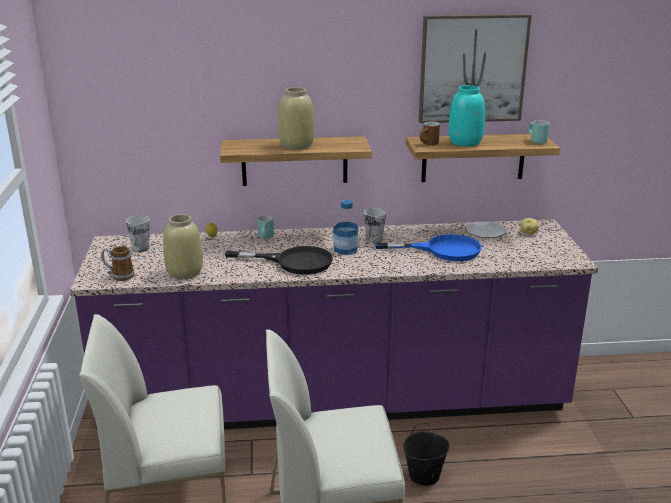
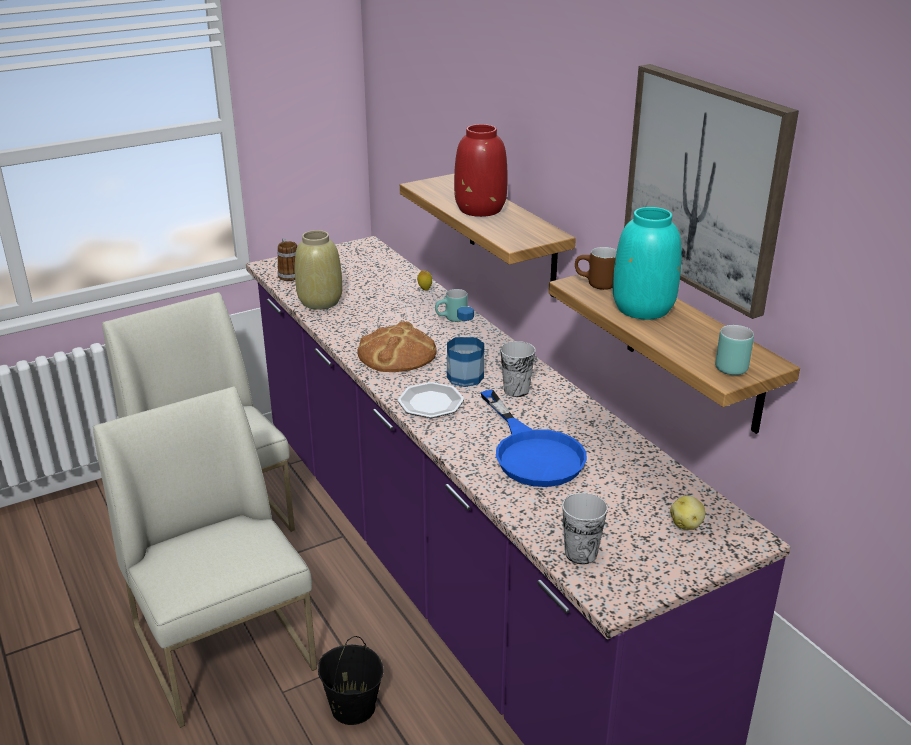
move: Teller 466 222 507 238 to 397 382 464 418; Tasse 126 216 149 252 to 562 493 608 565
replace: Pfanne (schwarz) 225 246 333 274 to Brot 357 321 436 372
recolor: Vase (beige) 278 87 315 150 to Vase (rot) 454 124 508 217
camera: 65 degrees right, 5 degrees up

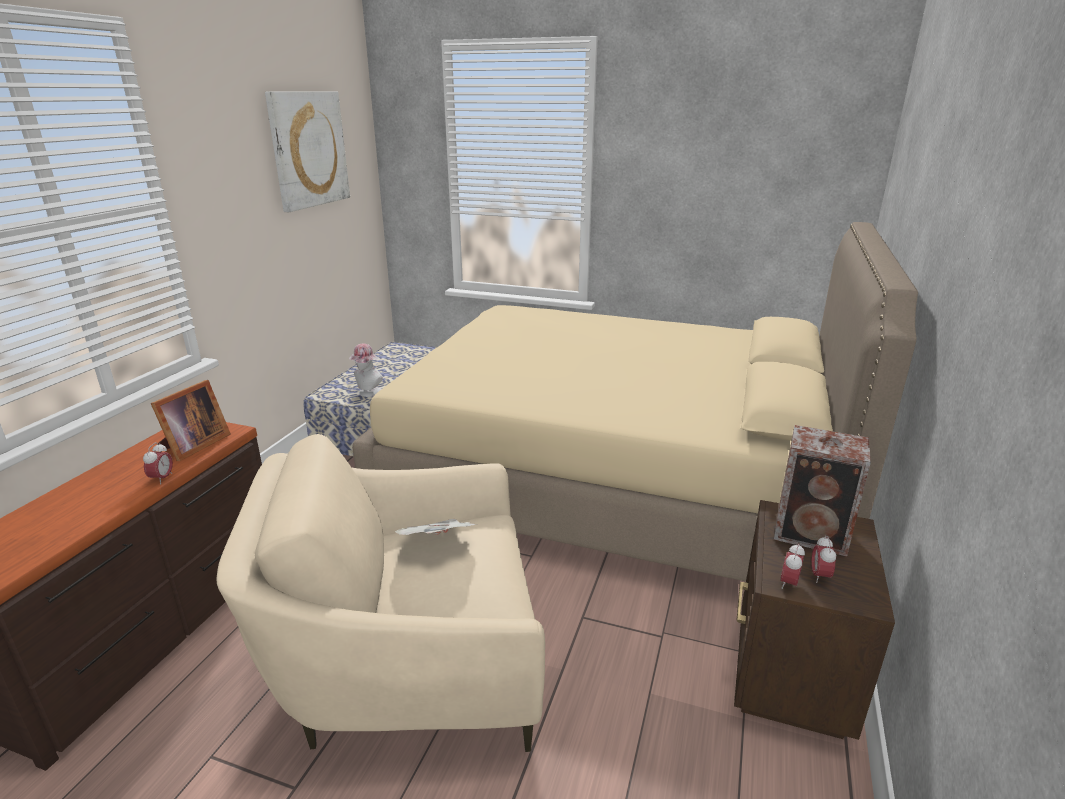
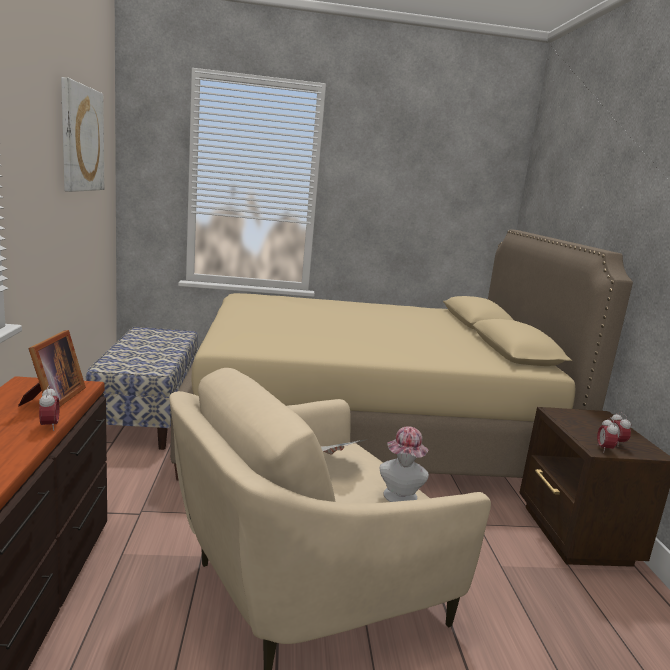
delete: Lautsprecher 774 425 871 556
move: Hut 349 343 383 397 to 380 426 429 502
camera: 25 degrees left, 10 degrees down

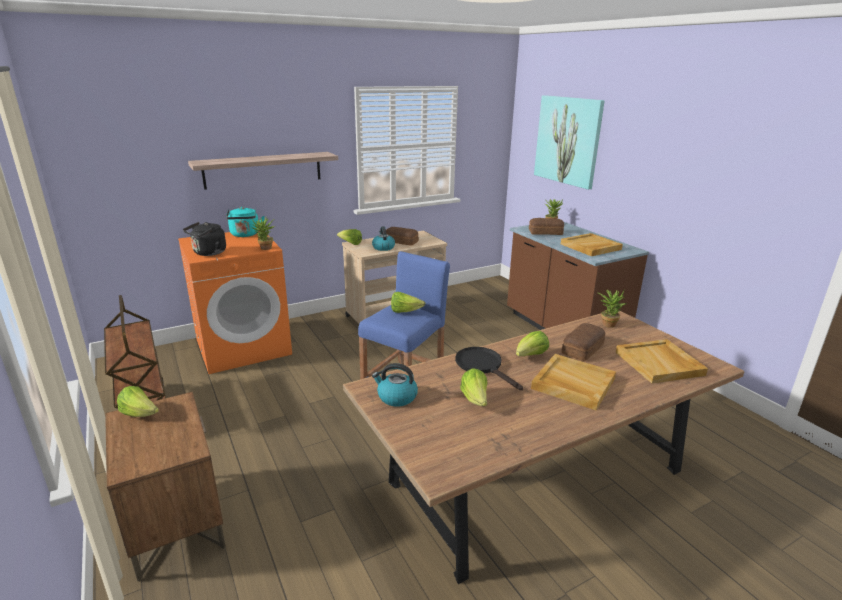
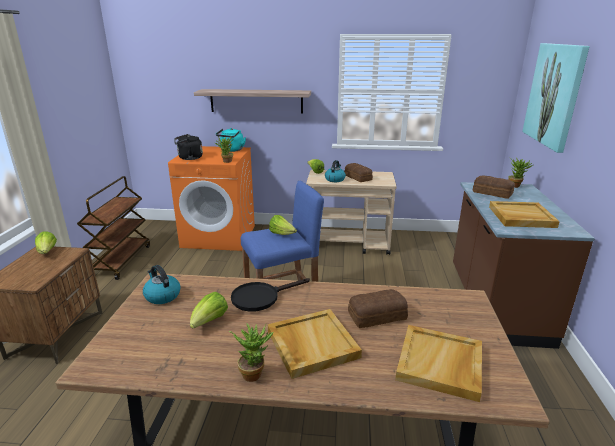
delete: Salatkopf 516 331 549 356
move: Topfpflanze 598 289 627 328 to 229 323 274 382
rotate: Pfanne (schwarz) 455 347 523 390 = 231 278 310 312 120 degrees counterclockwise
camera: 35 degrees right, 0 degrees up

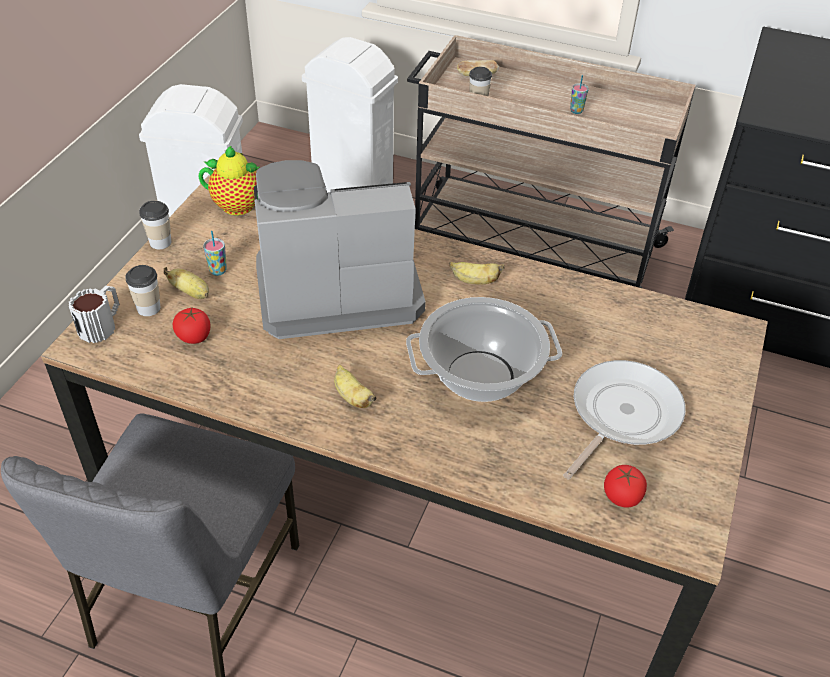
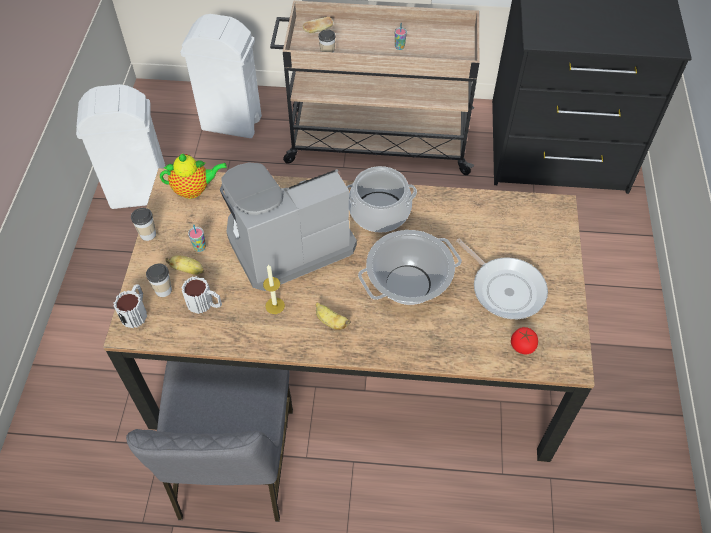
insert: Kerze 263 264 285 314
replace: Tomate 173 308 211 344 to Henkelbecher 182 276 222 314; Banane 449 262 504 285 to Kochtopf 347 166 417 233
rotate: Pfanne 563 360 686 479 = 456 239 548 319 120 degrees clockwise
camera: 15 degrees left, 10 degrees up

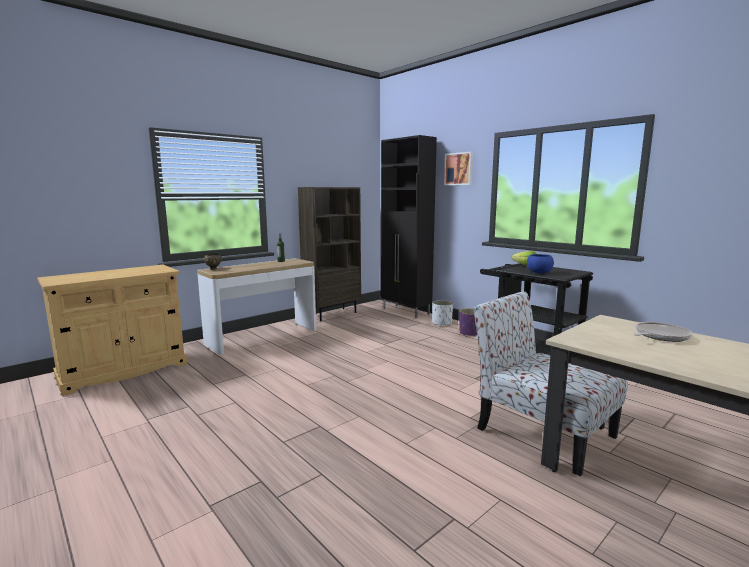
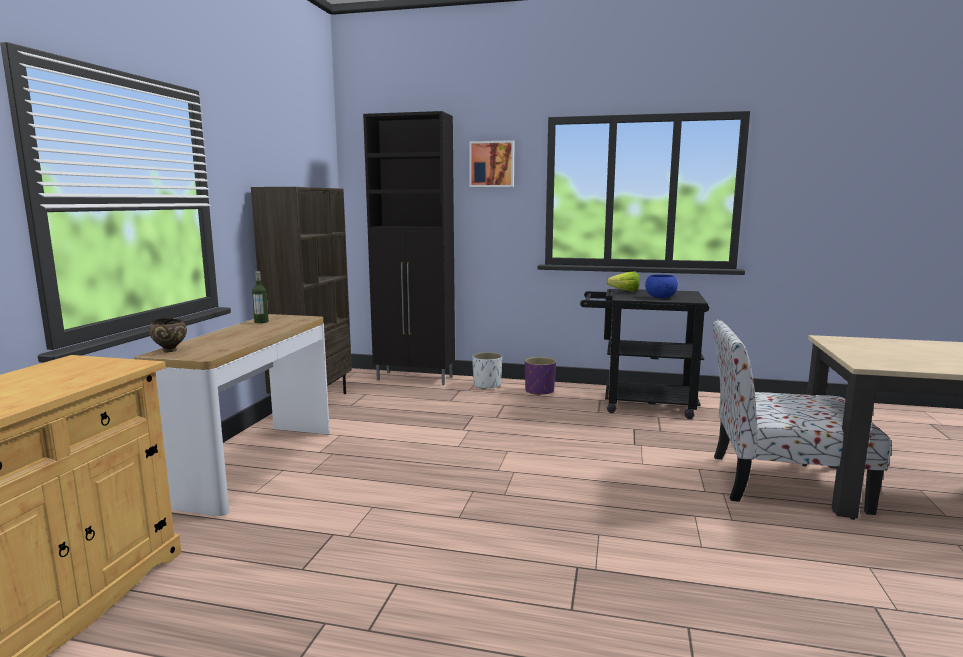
delete: Pfanne 634 322 693 342
camera: 35 degrees left, 0 degrees up

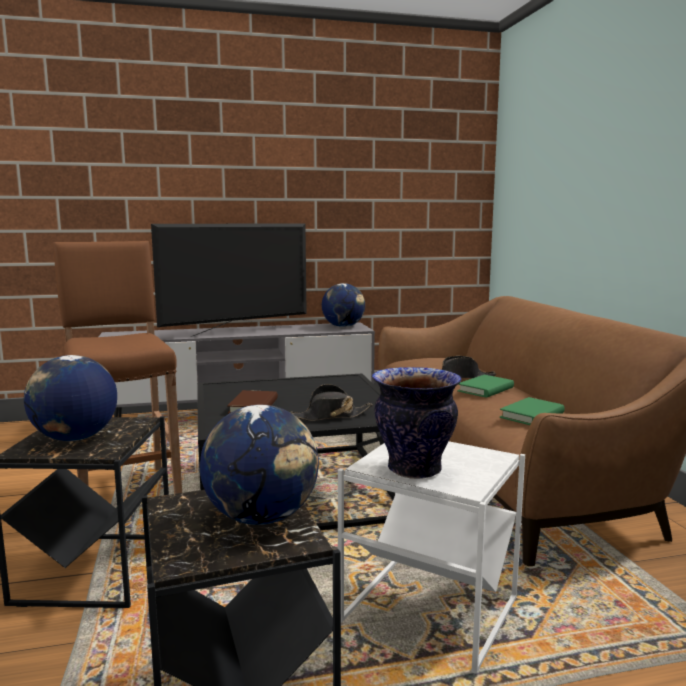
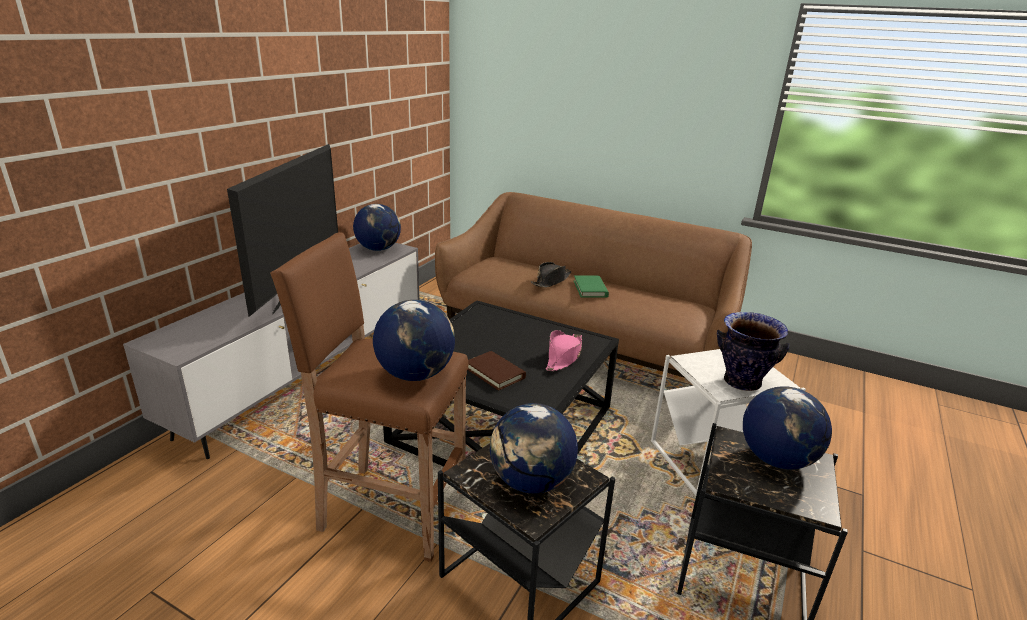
delete: Buch (grün) 500 397 565 425
insert: Globus 373 300 455 381
recolor: Hut (schwarz) 290 384 373 421 to Hut (rosa) 546 330 582 371
camera: 50 degrees left, 15 degrees up

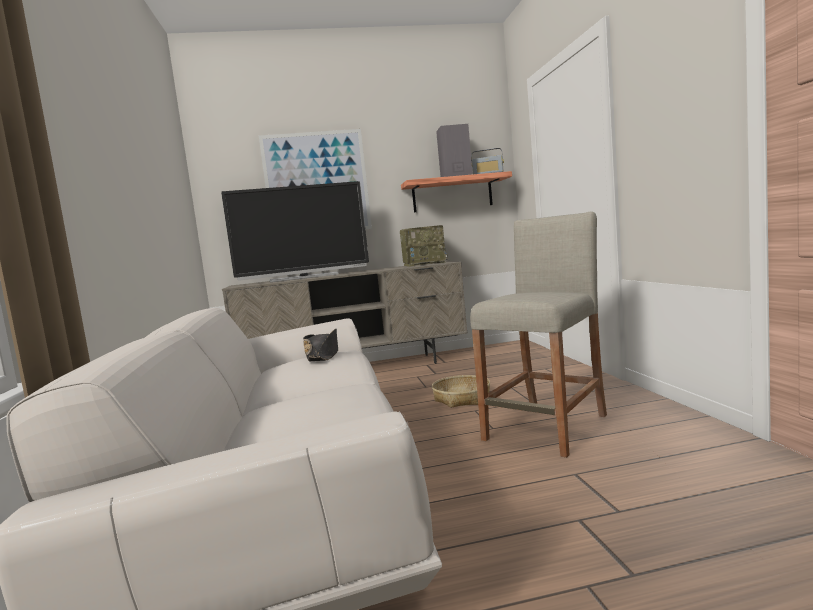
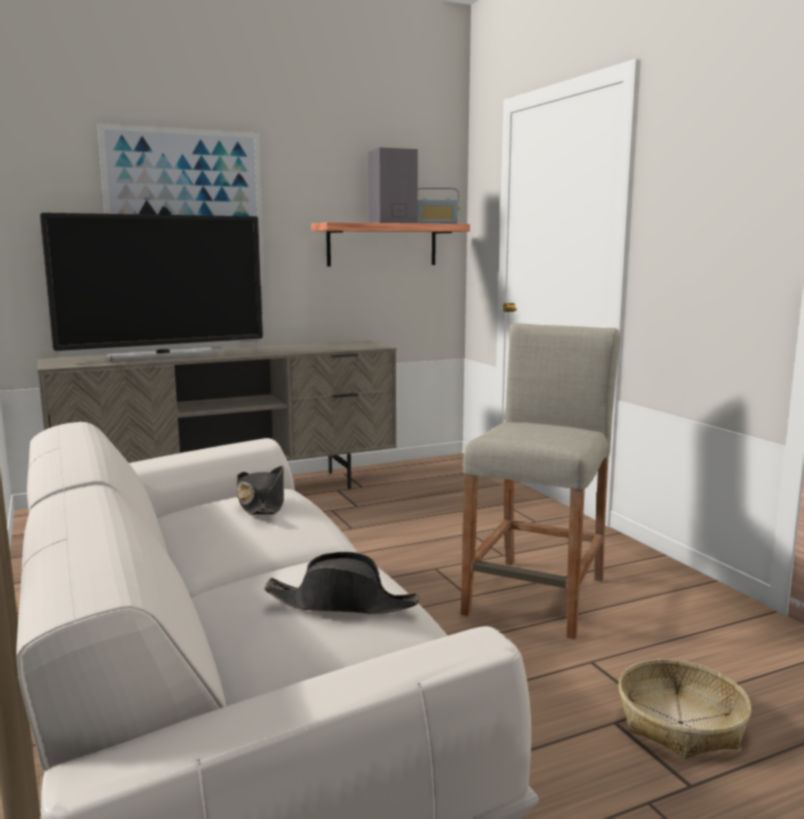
delete: Radio 400 225 448 267
insert: Hut (schwarz) 264 552 420 614
move: Korb 432 375 490 408 to 618 659 752 759
camera: 15 degrees left, 5 degrees up

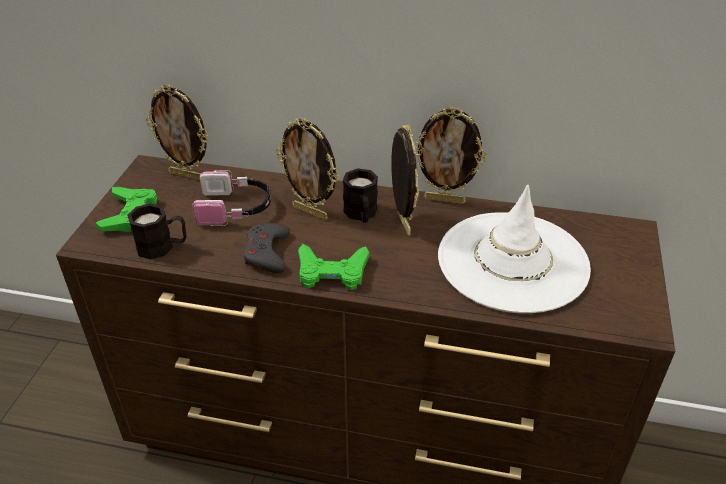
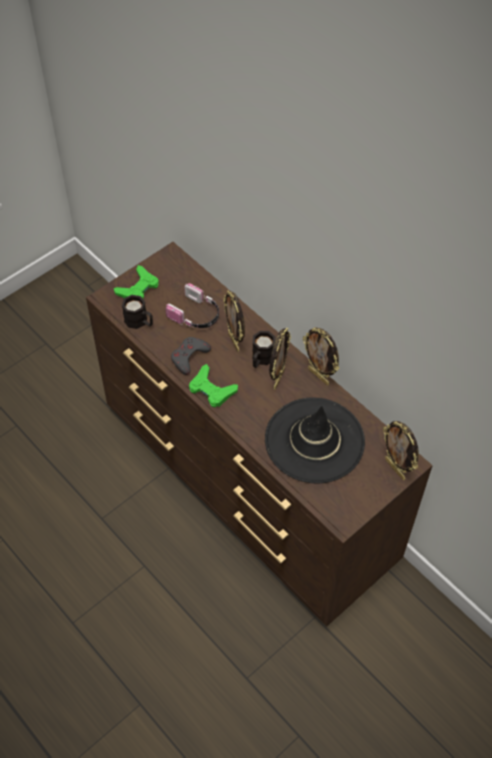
move: Bilderrahmen 146 85 208 181 to 383 421 419 480
recolor: Hut (weiß) 438 185 591 313 to Hut (schwarz) 265 397 365 484
camera: 35 degrees right, 15 degrees up

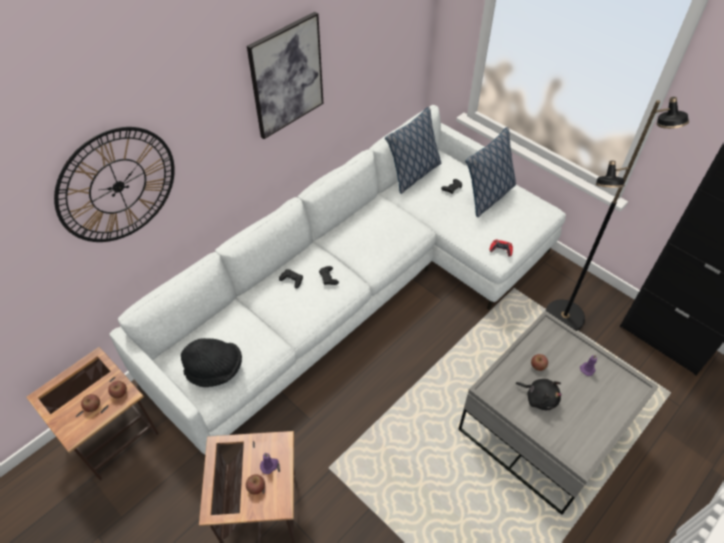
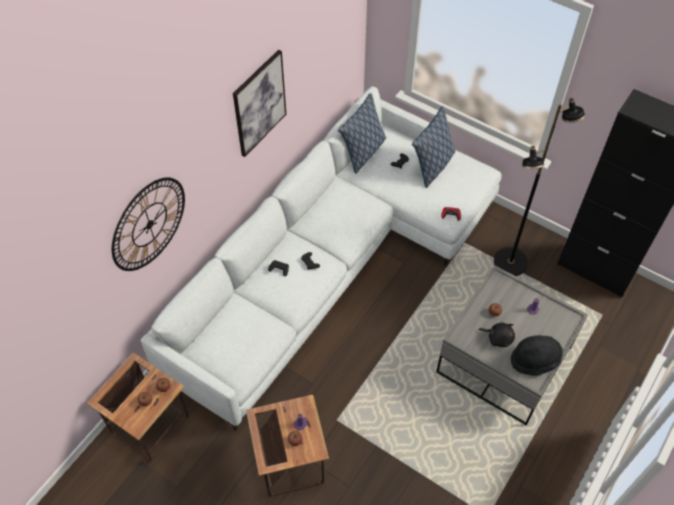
move: Hut (schwarz) 181 338 242 387 to 511 335 563 376
camera: 10 degrees left, 5 degrees up

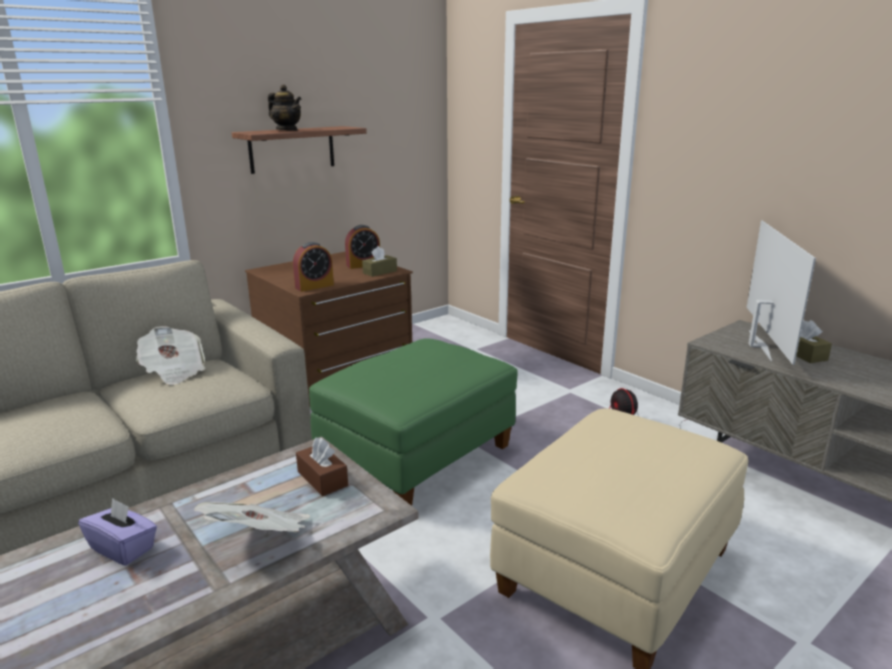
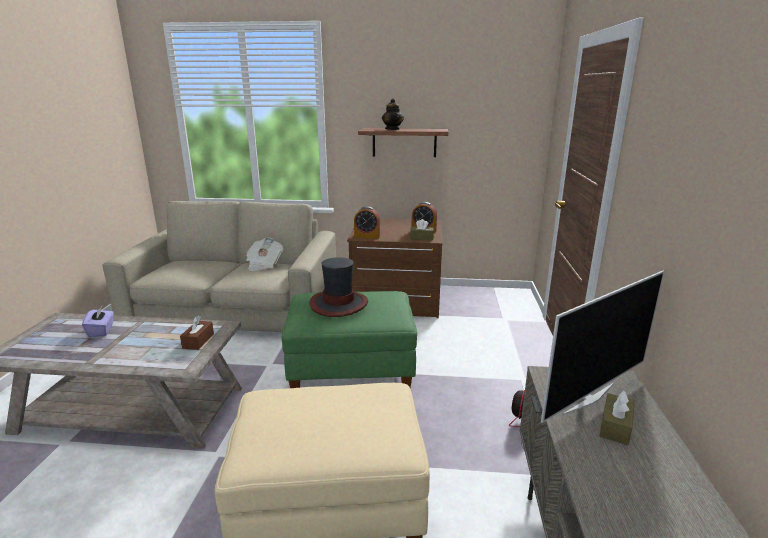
delete: Zeitung 194 502 310 532
insert: Hut 309 257 368 317
camera: 45 degrees right, 0 degrees up

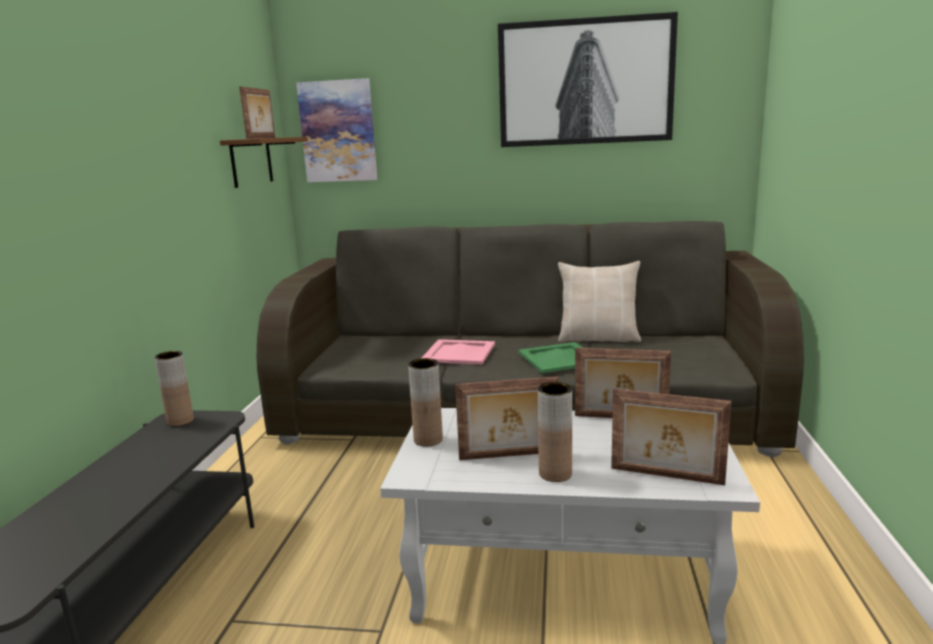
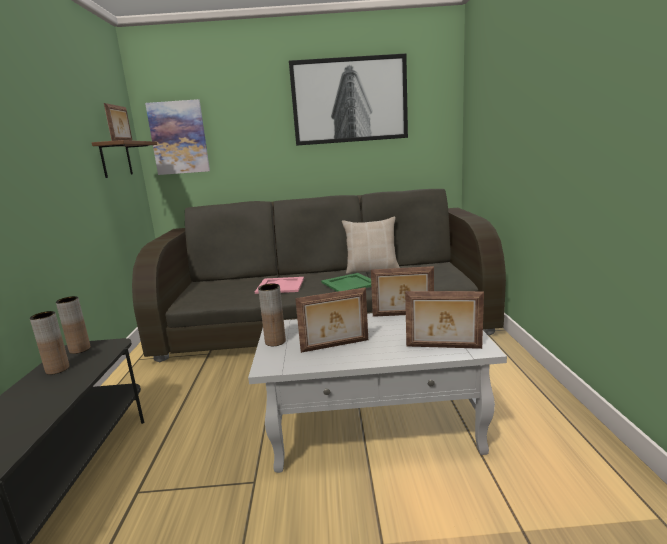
move: Vase (braun) 538 382 572 482 to 30 311 70 375
camera: 10 degrees left, 0 degrees up

